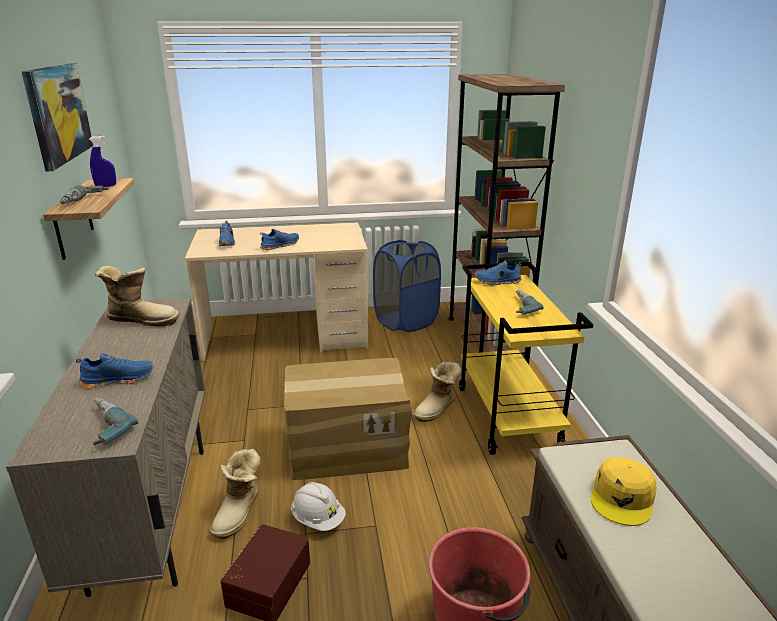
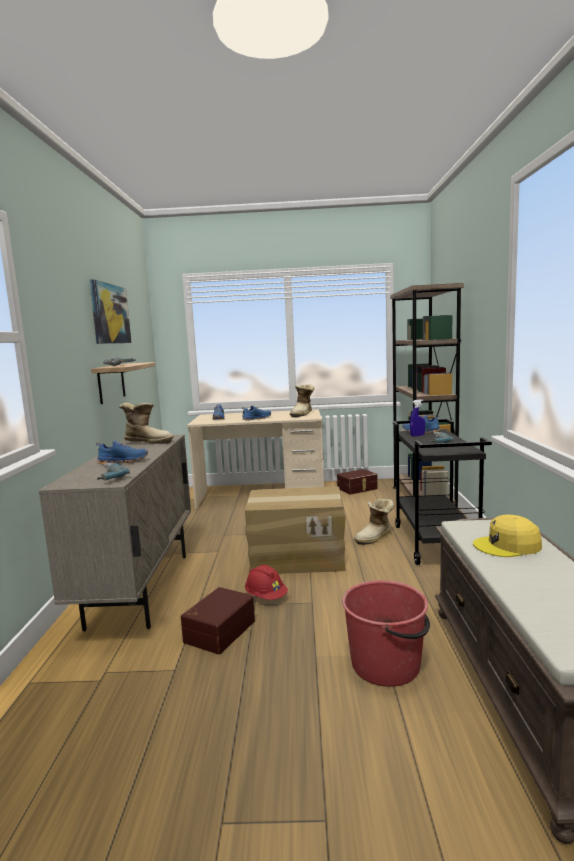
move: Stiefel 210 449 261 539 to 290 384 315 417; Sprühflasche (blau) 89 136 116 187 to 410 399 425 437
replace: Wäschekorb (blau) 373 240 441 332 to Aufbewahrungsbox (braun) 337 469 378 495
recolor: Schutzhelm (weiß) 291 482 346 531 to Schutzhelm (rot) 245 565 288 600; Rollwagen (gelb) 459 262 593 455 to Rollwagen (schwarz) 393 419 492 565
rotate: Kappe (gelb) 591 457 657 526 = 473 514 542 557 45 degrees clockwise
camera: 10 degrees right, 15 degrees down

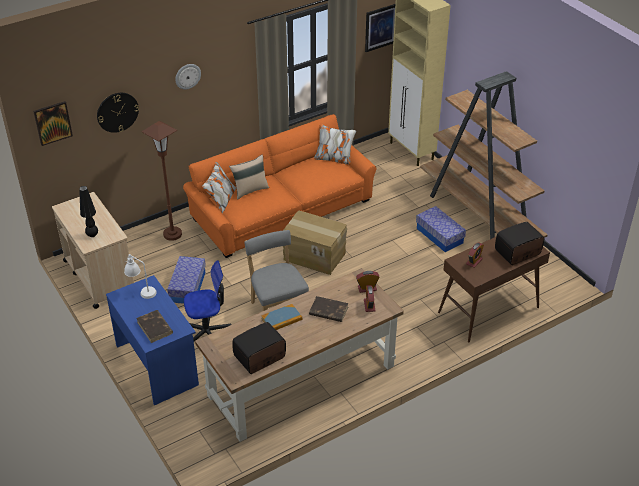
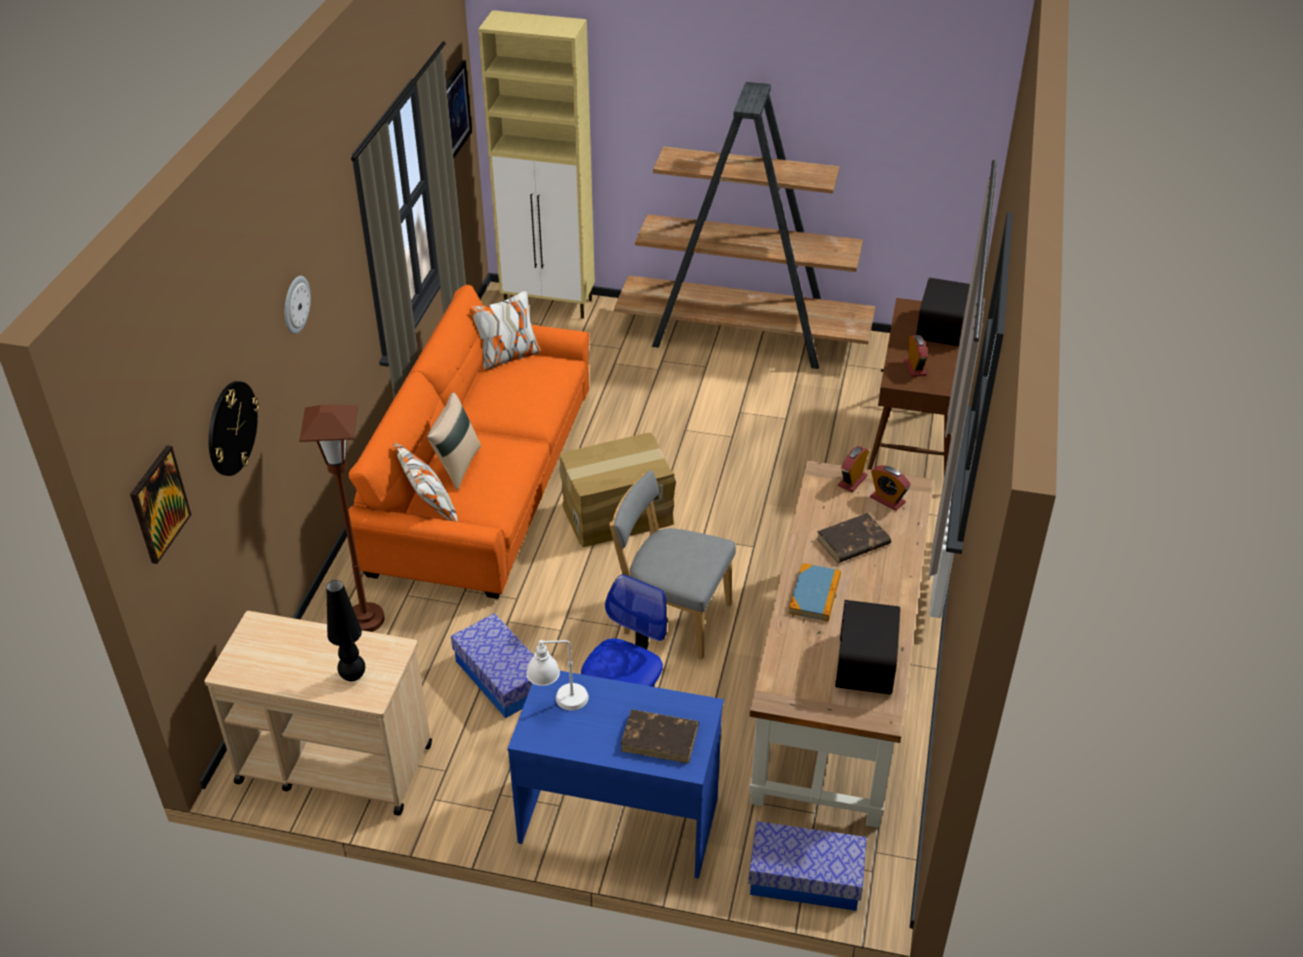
move: Aufbewahrungsbox 416 206 466 252 to 748 821 867 911
camera: 45 degrees left, 0 degrees up

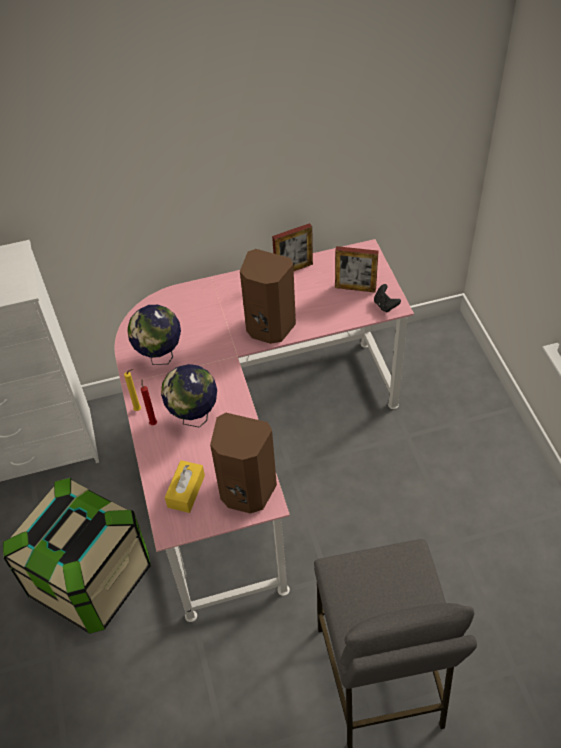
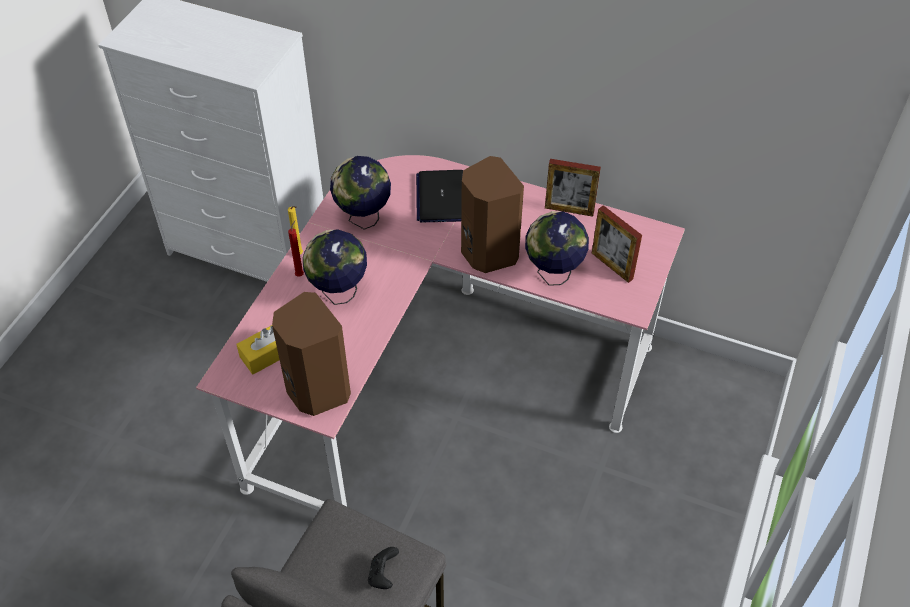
delete: Aufbewahrungsbox 3 478 151 634
insert: Laptop 416 170 463 223; Globus 525 211 589 286
move: Gamepad (schwarz) 374 284 401 312 to 368 547 399 589
camera: 35 degrees right, 0 degrees up

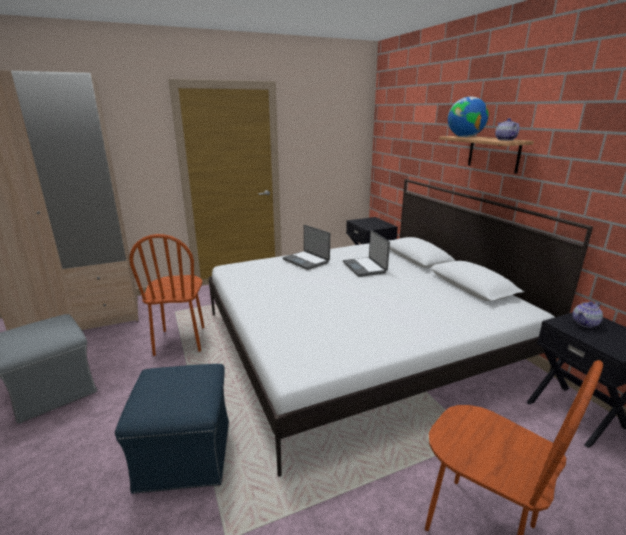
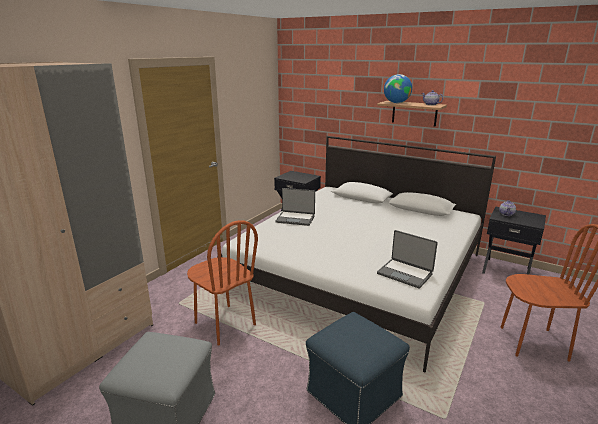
move: Laptop 343 230 390 277 to 377 230 438 289
camera: 35 degrees left, 0 degrees up

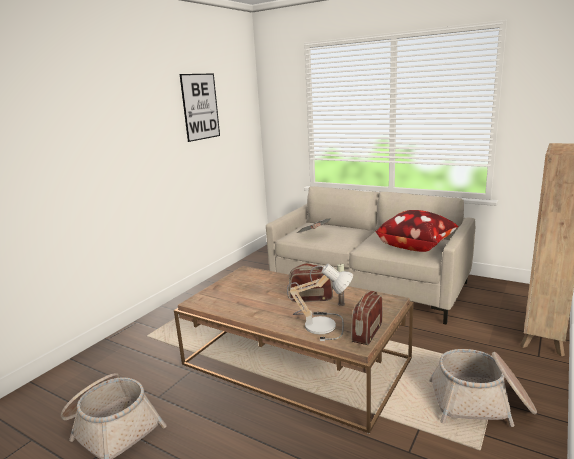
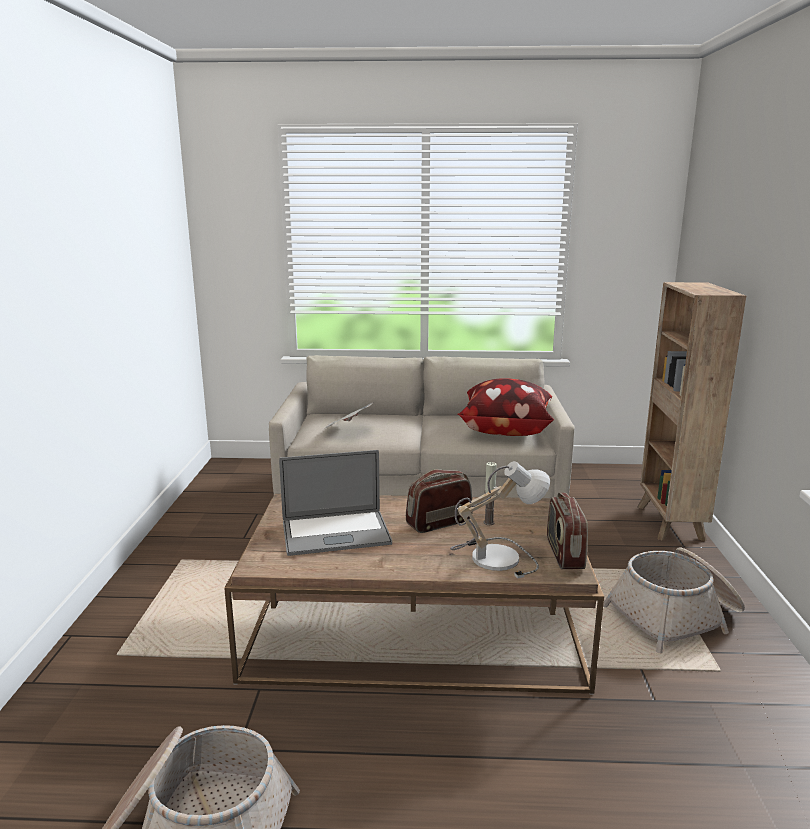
delete: Bild 180 73 220 142
insert: Laptop 279 450 392 556
camera: 30 degrees left, 0 degrees up

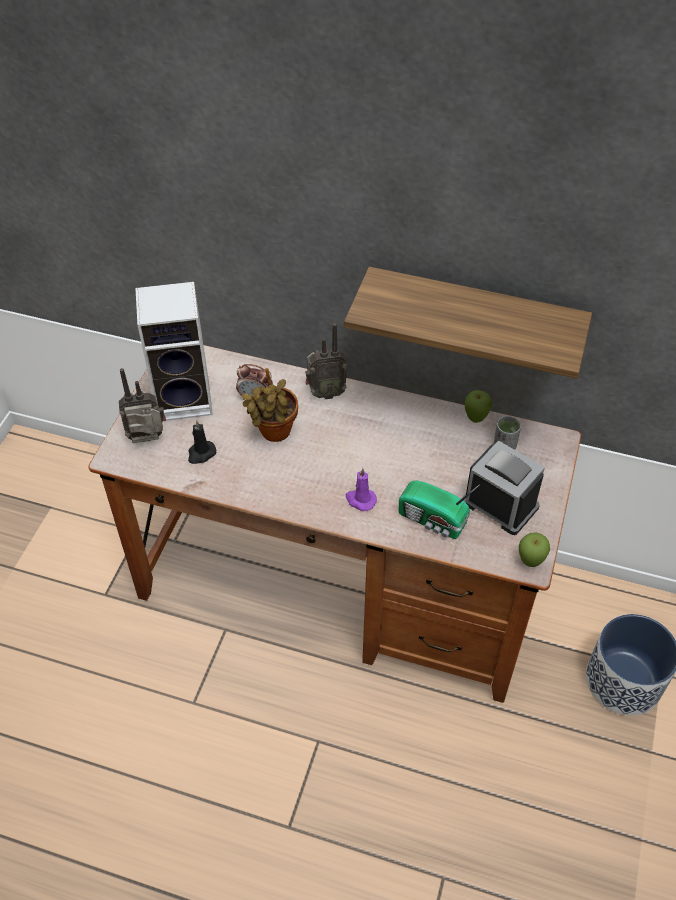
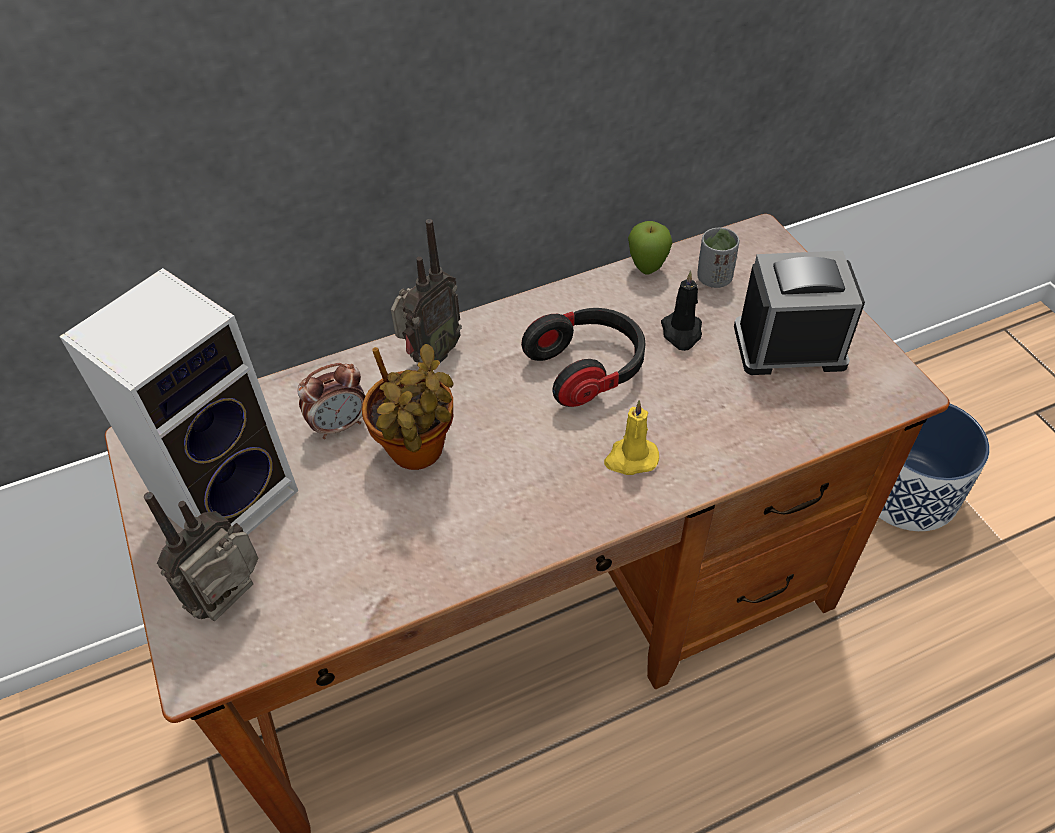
delete: Wandregal 344 267 592 379; Radio 399 480 480 539; Apfel 519 533 550 567
insert: Kopfhörer 521 308 646 407
move: Kerze (schwarz) 188 420 216 464 to 661 271 702 351
recolor: Kerze (lila) 346 468 377 511 to Kerze (gelb) 604 400 659 475
camera: 40 degrees left, 0 degrees up

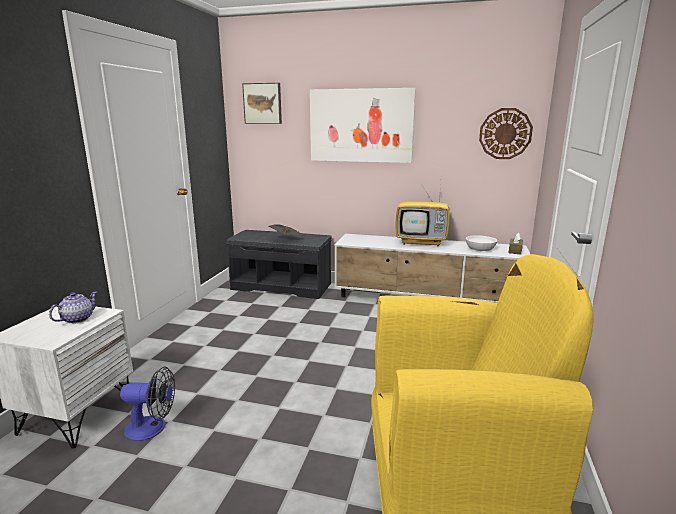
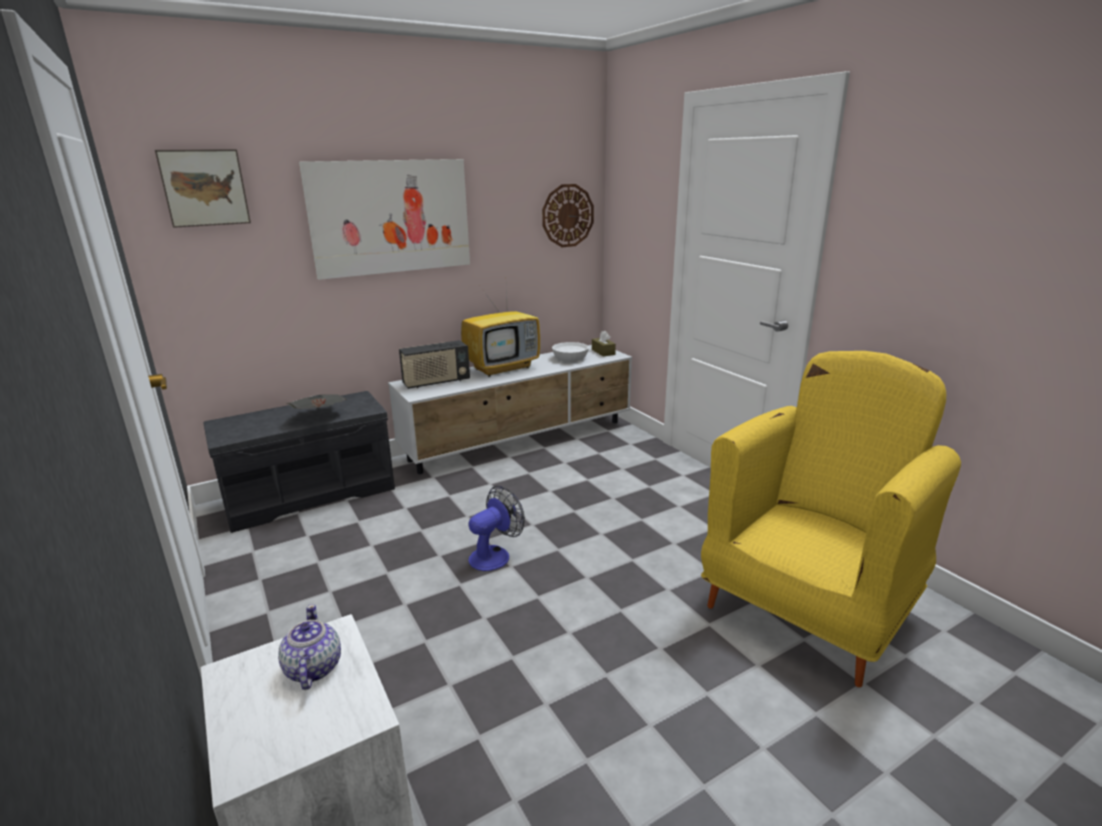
insert: Radio 399 340 470 389
move: Ventilator 120 366 175 441 to 468 486 525 571
camera: 45 degrees left, 5 degrees up

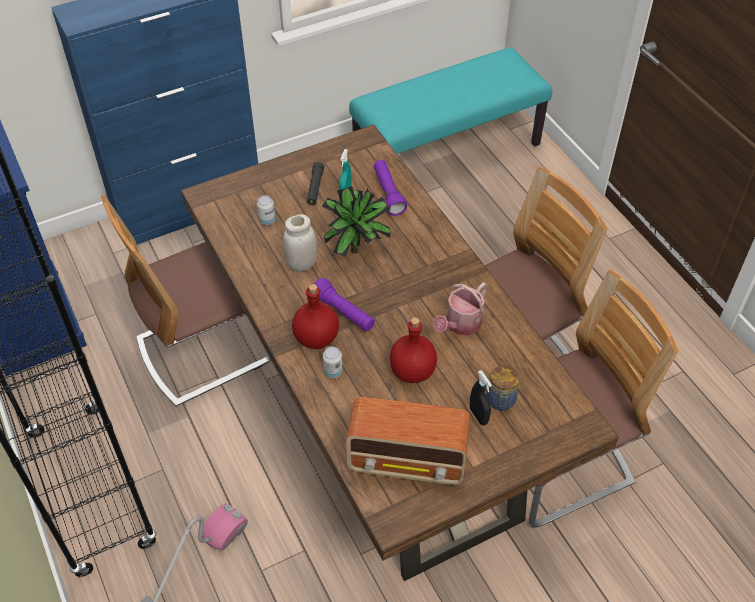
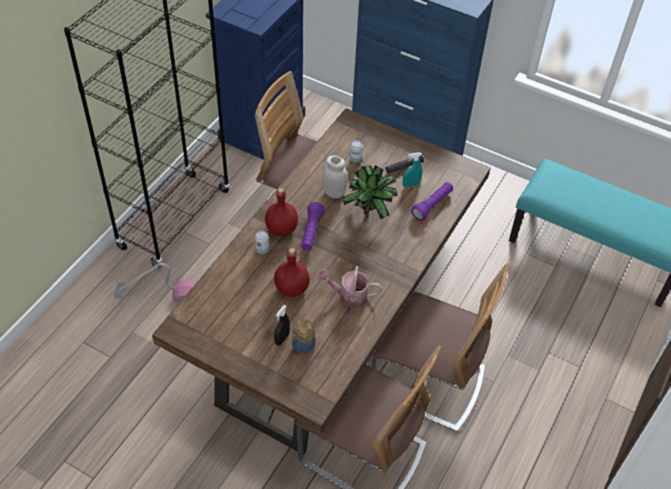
delete: Radio 346 397 470 485
camera: 55 degrees right, 0 degrees up

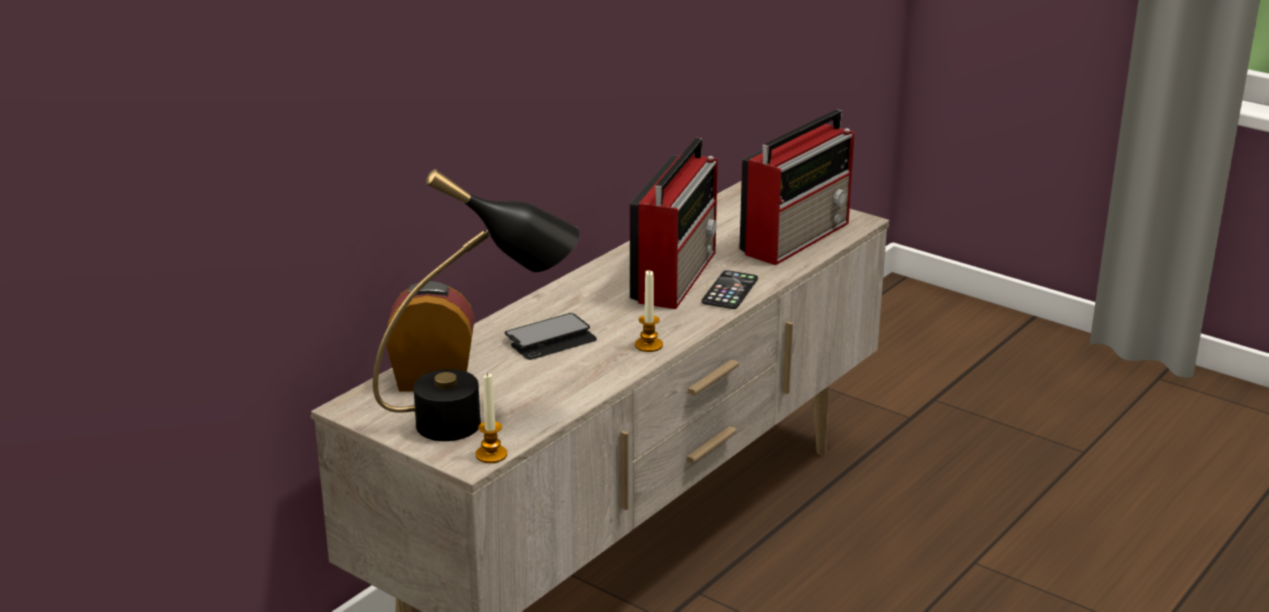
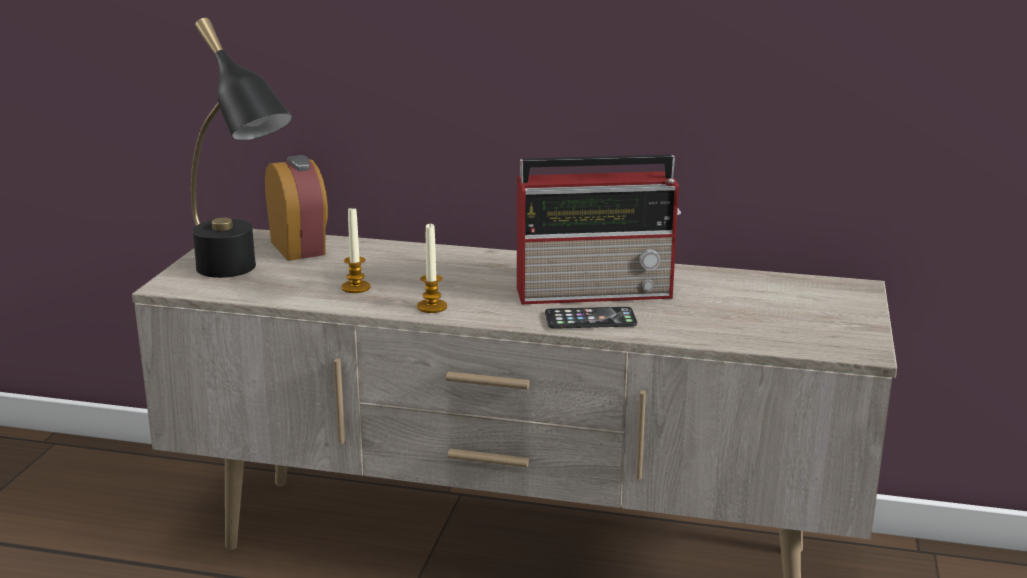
delete: Handy 505 313 597 360; Radio 739 110 854 265
move: Kerze 476 372 507 463 to 341 208 371 293
camera: 65 degrees right, 5 degrees down

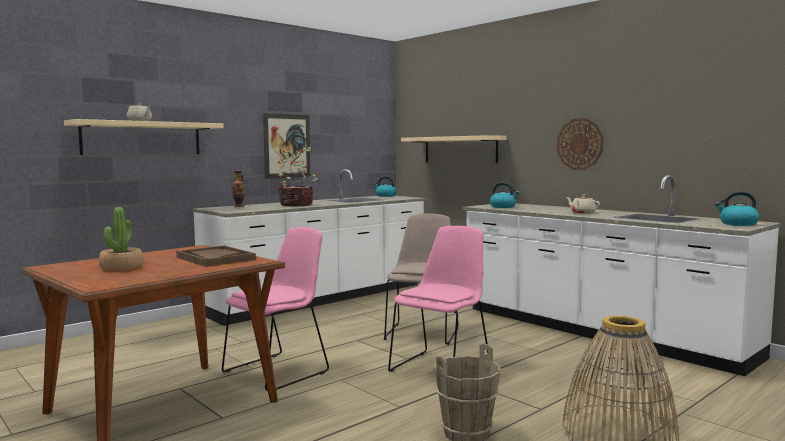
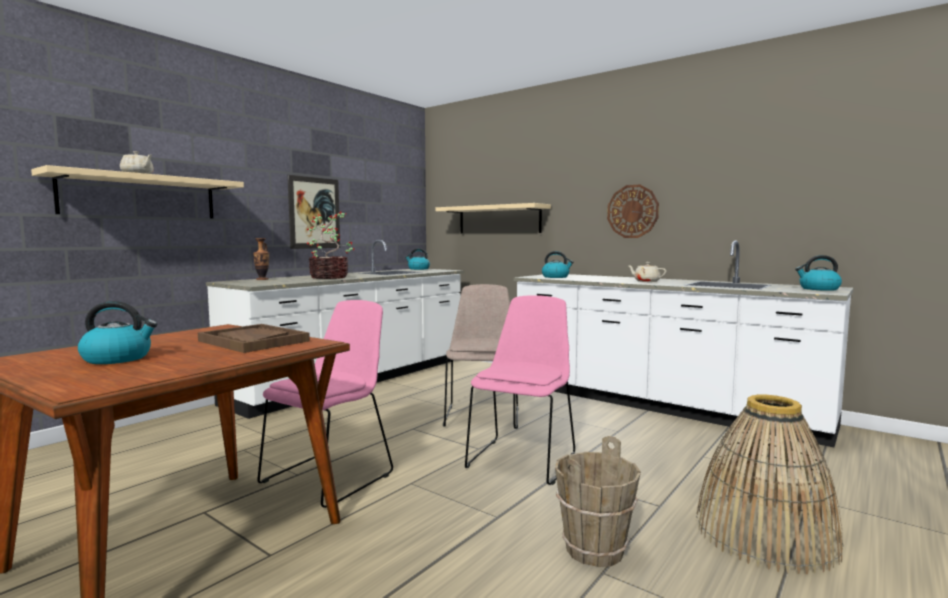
replace: Topfpflanze 99 207 143 271 to Wasserkessel 78 301 157 364
camera: 10 degrees left, 0 degrees up

